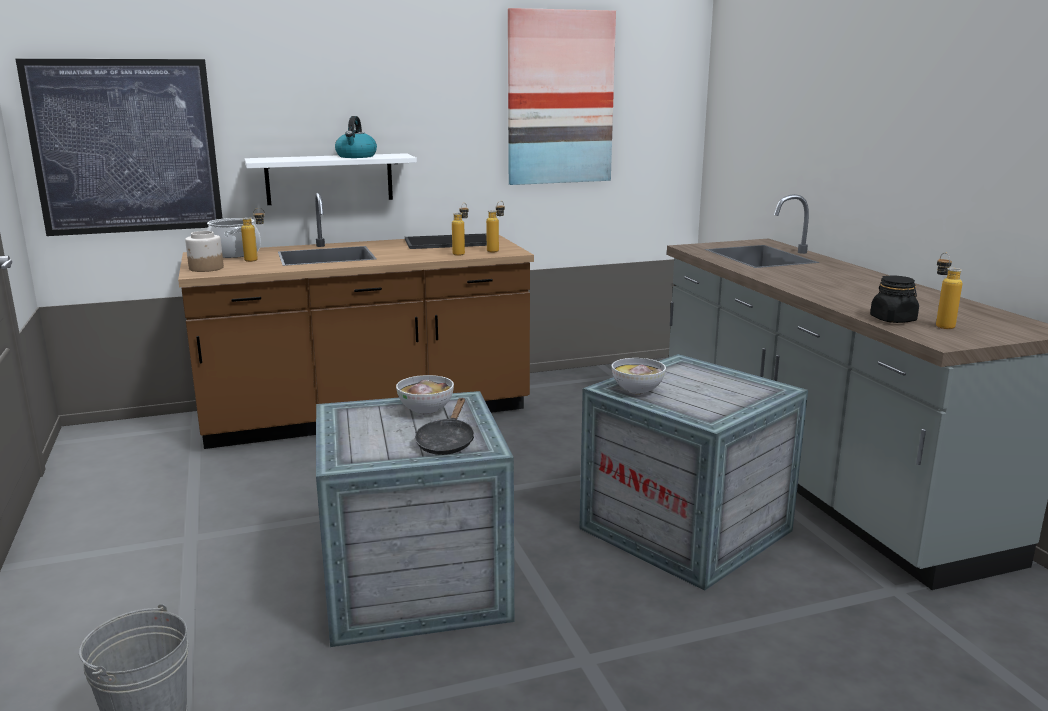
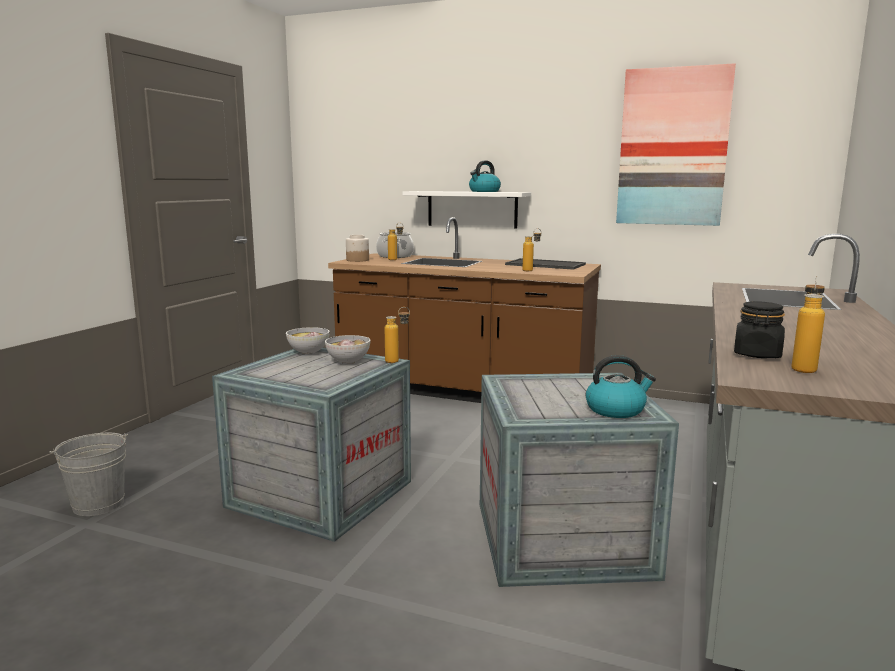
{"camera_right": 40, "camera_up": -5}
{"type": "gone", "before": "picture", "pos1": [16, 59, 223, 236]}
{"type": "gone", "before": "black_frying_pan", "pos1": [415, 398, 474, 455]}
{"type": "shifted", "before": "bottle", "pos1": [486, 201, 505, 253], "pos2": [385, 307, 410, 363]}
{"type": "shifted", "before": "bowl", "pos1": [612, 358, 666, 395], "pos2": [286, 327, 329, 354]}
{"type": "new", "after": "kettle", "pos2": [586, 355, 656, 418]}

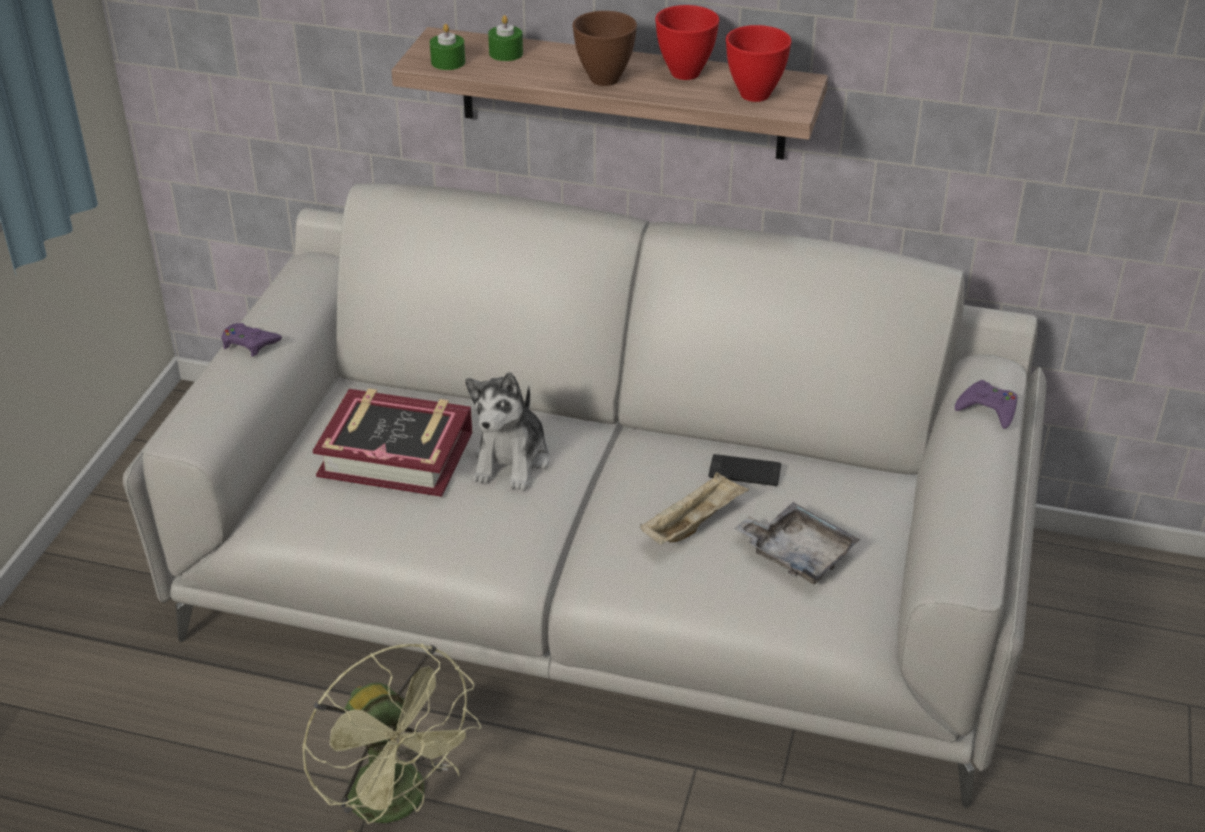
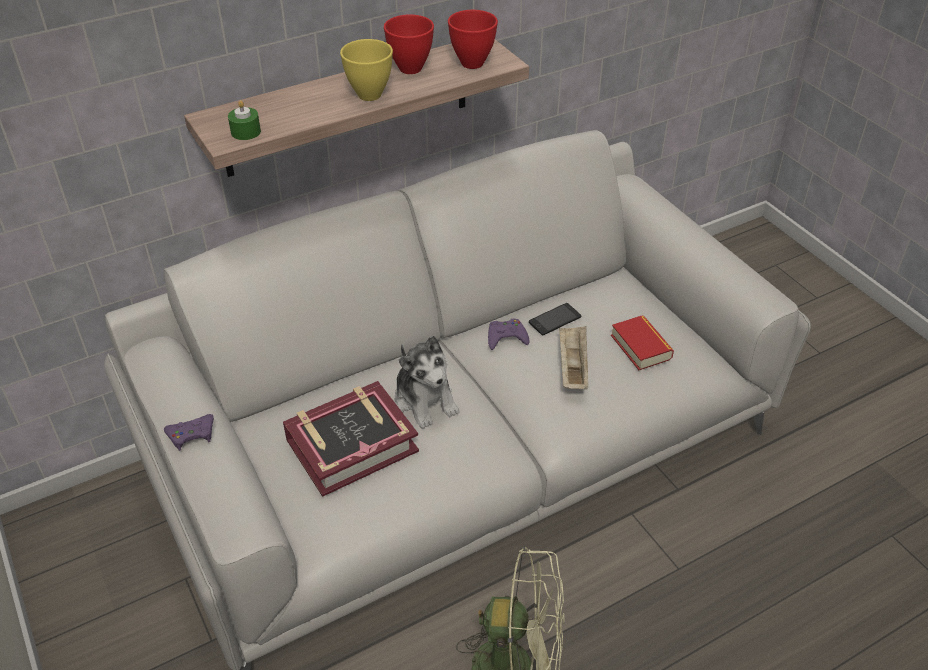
{"camera_right": -45, "camera_up": 5}
{"type": "gone", "before": "green_candle", "pos1": [488, 15, 523, 61]}
{"type": "repainted", "before": "brown_bowl", "after": "yellow_bowl", "pos1": [573, 11, 637, 86], "pos2": [340, 39, 393, 101]}
{"type": "swapped", "before": "grey_tray", "after": "book", "pos1": [734, 502, 860, 584], "pos2": [611, 315, 674, 370]}
{"type": "shifted", "before": "purple_game_controller", "pos1": [955, 380, 1017, 429], "pos2": [488, 319, 530, 350]}

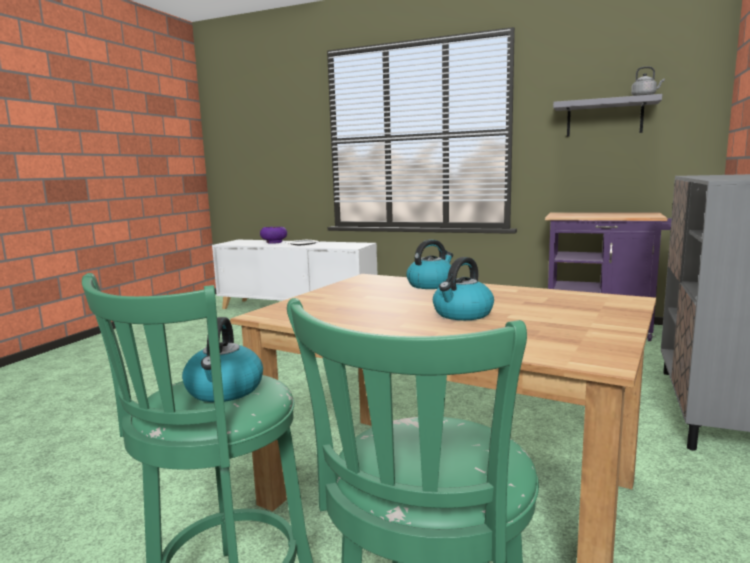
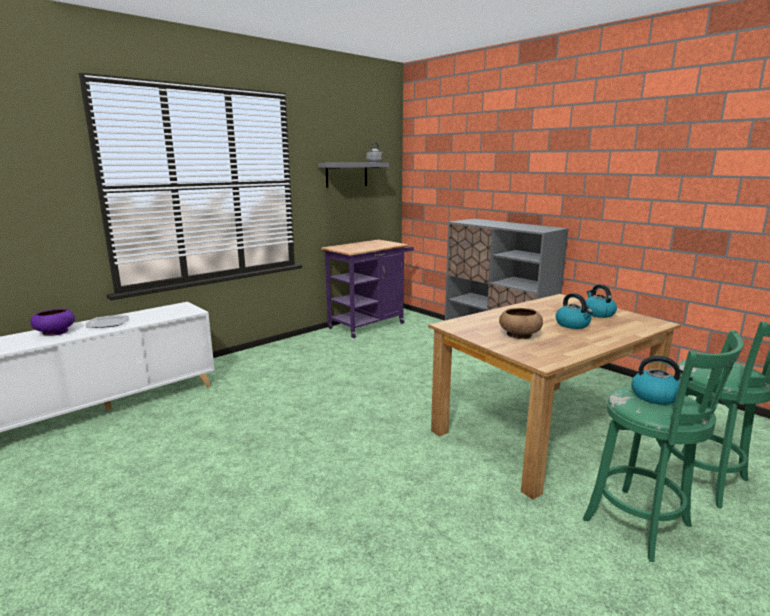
{"camera_right": -65, "camera_up": 5}
{"type": "shifted", "before": "kettle", "pos1": [406, 240, 453, 289], "pos2": [585, 284, 617, 318]}
{"type": "new", "after": "brown_bowl", "pos2": [499, 308, 543, 339]}

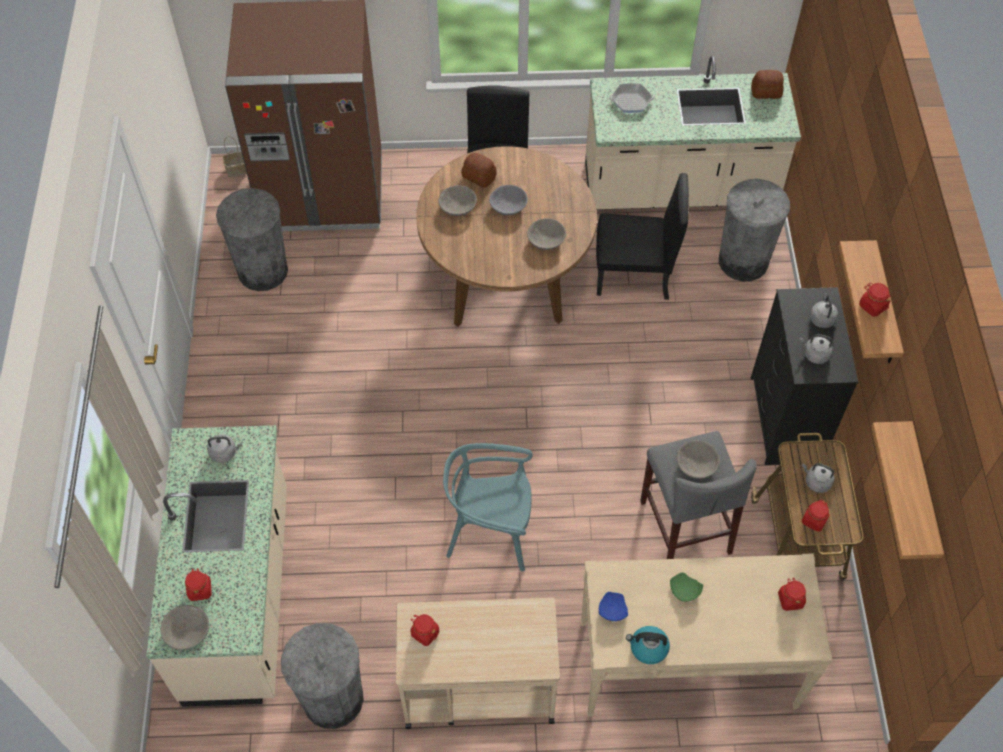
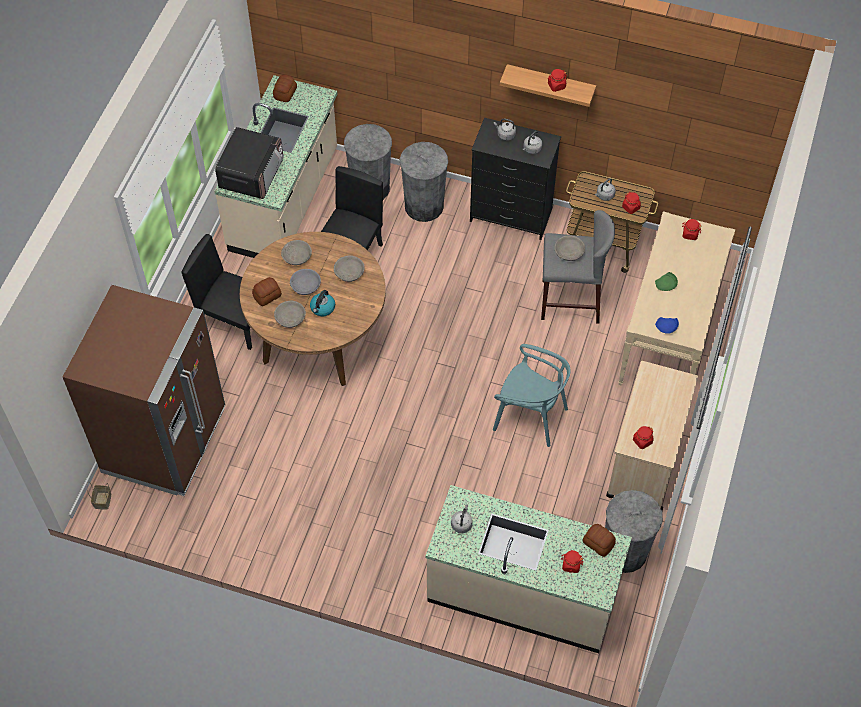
{"camera_right": -70, "camera_up": 0}
{"type": "shifted", "before": "grey_bowl", "pos1": [160, 605, 209, 650], "pos2": [281, 240, 312, 265]}
{"type": "shifted", "before": "grey_trash_can", "pos1": [216, 188, 288, 291], "pos2": [400, 142, 448, 222]}
{"type": "rotated", "before": "turquoise_chair", "pos1": [443, 443, 533, 571], "pos2": [493, 344, 571, 447], "turn": -90}
{"type": "swapped", "before": "frying_pan", "after": "microwave", "pos1": [609, 83, 655, 113], "pos2": [215, 127, 284, 199]}
{"type": "shifted", "before": "kettle", "pos1": [626, 626, 670, 664], "pos2": [310, 290, 335, 316]}
{"type": "gone", "before": "shelf", "pos1": [871, 421, 944, 559]}
{"type": "new", "after": "bread", "pos2": [583, 524, 616, 557]}

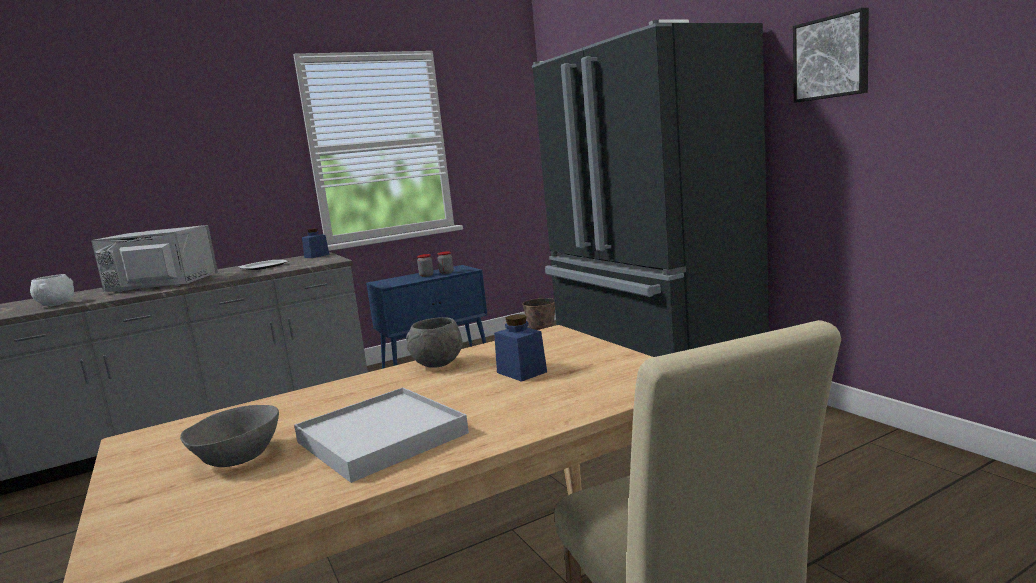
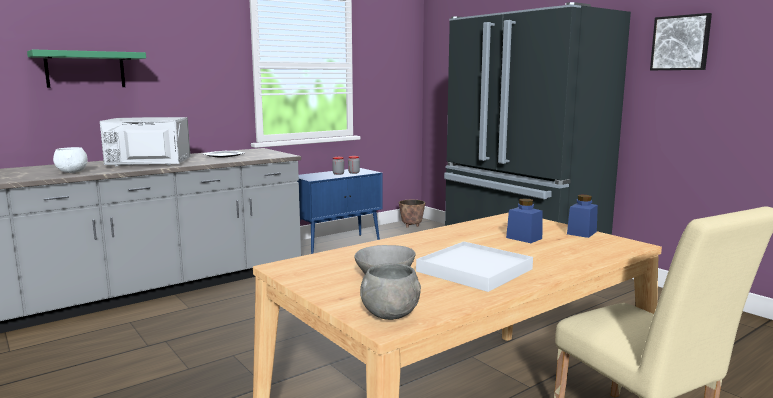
{"camera_right": -10, "camera_up": 0}
{"type": "shifted", "before": "blue_jar", "pos1": [302, 228, 330, 258], "pos2": [567, 195, 598, 238]}
{"type": "shifted", "before": "grey_bowl", "pos1": [406, 317, 463, 368], "pos2": [360, 263, 421, 320]}
{"type": "new", "after": "green_shelf", "pos2": [27, 49, 146, 88]}

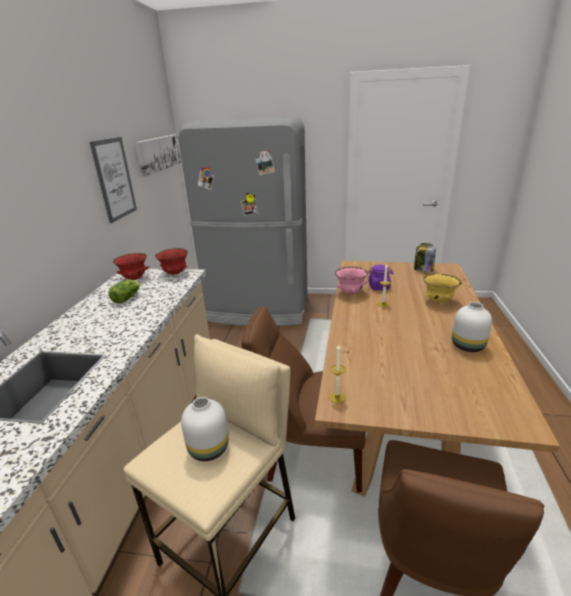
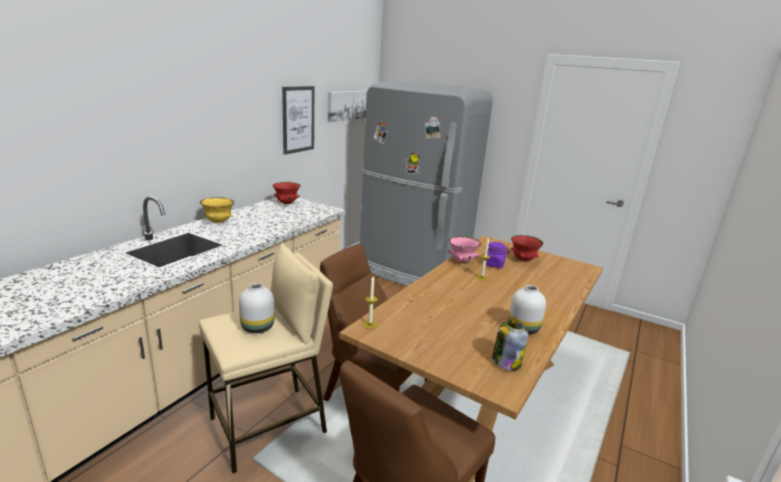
{"camera_right": 20, "camera_up": -5}
{"type": "gone", "before": "lettuce", "pos1": [108, 280, 140, 304]}
{"type": "shifted", "before": "red_bowl", "pos1": [155, 248, 188, 275], "pos2": [511, 235, 543, 261]}
{"type": "shifted", "before": "jar", "pos1": [414, 243, 436, 272], "pos2": [492, 320, 529, 371]}
{"type": "shifted", "before": "yellow_bowl", "pos1": [424, 274, 462, 303], "pos2": [200, 197, 234, 223]}

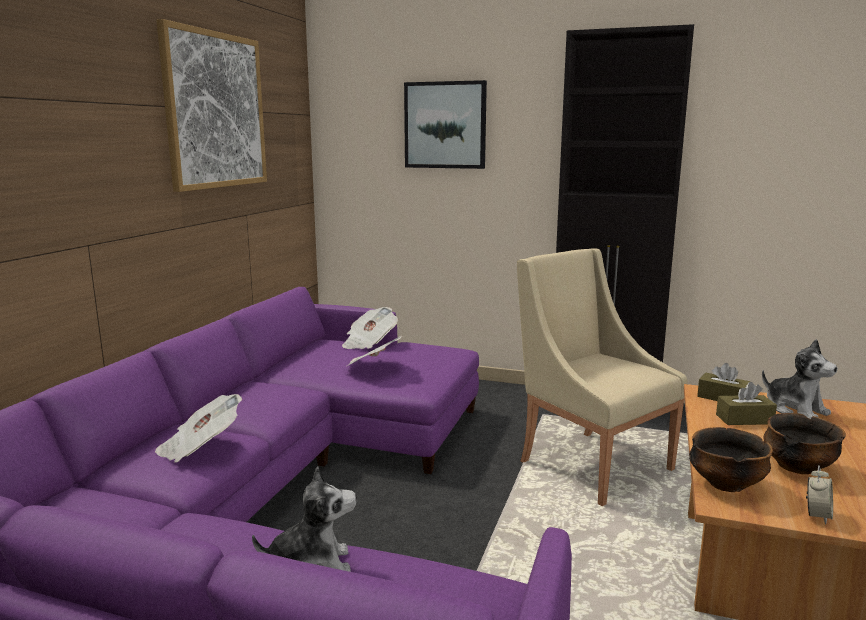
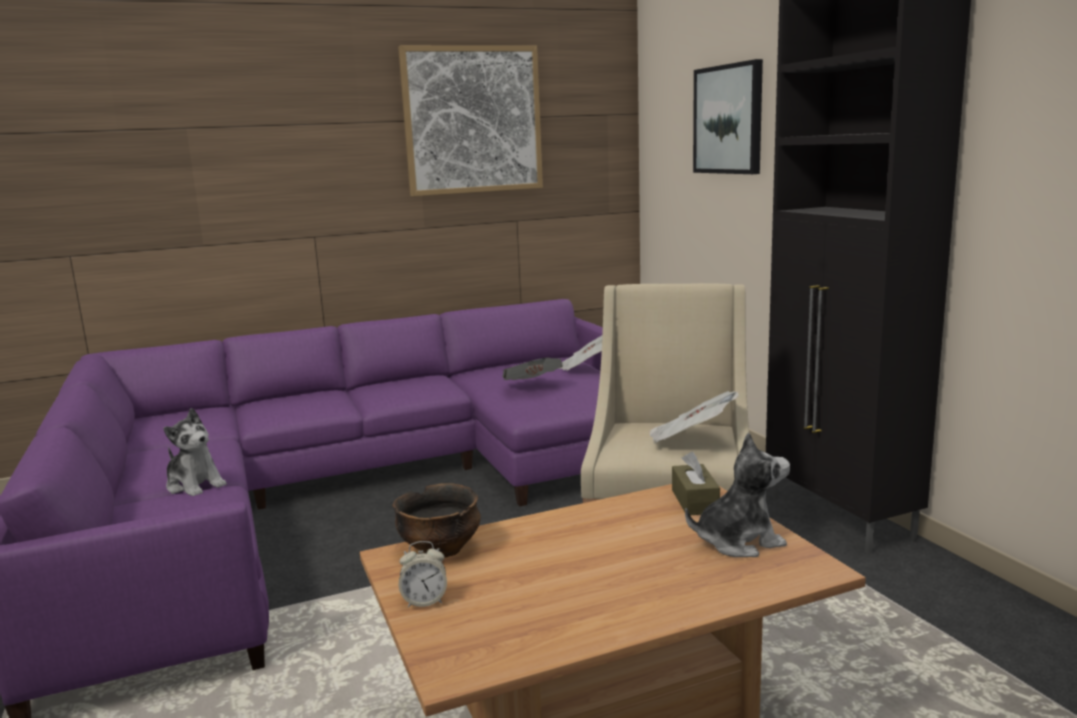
{"camera_right": 50, "camera_up": 0}
{"type": "shifted", "before": "newspaper", "pos1": [155, 394, 242, 463], "pos2": [649, 391, 738, 443]}
{"type": "gone", "before": "brown_tissue_box", "pos1": [716, 382, 777, 425]}
{"type": "rotated", "before": "plush_toy", "pos1": [762, 339, 838, 419], "pos2": [685, 432, 790, 557], "turn": -120}
{"type": "gone", "before": "bowl", "pos1": [764, 413, 846, 474]}

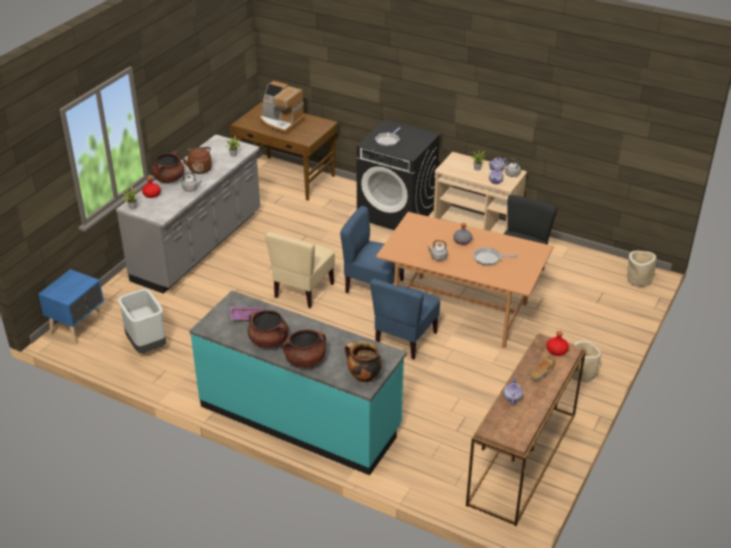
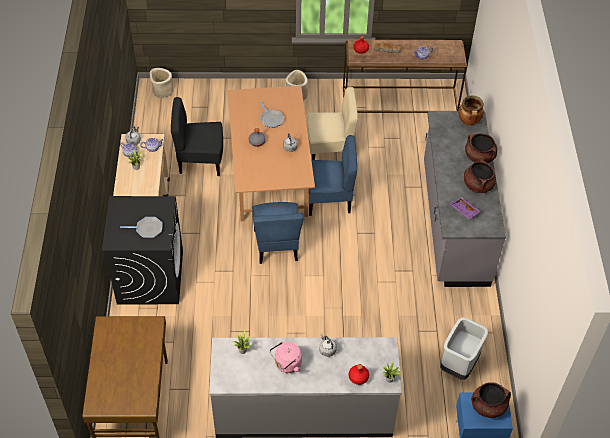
{"camera_right": -120, "camera_up": 15}
{"type": "shifted", "before": "brown_cooking_pot", "pos1": [151, 151, 184, 183], "pos2": [471, 382, 511, 418]}
{"type": "repainted", "before": "brown_kettle", "after": "pink_kettle", "pos1": [182, 147, 212, 174], "pos2": [270, 342, 302, 373]}
{"type": "repainted", "before": "turquoise_counter", "after": "grey_counter", "pos1": [190, 291, 407, 475], "pos2": [424, 111, 506, 287]}
{"type": "gone", "before": "coffee_machine", "pos1": [259, 81, 305, 135]}
{"type": "shifted", "before": "beige_chair", "pos1": [265, 232, 335, 308], "pos2": [307, 87, 358, 160]}

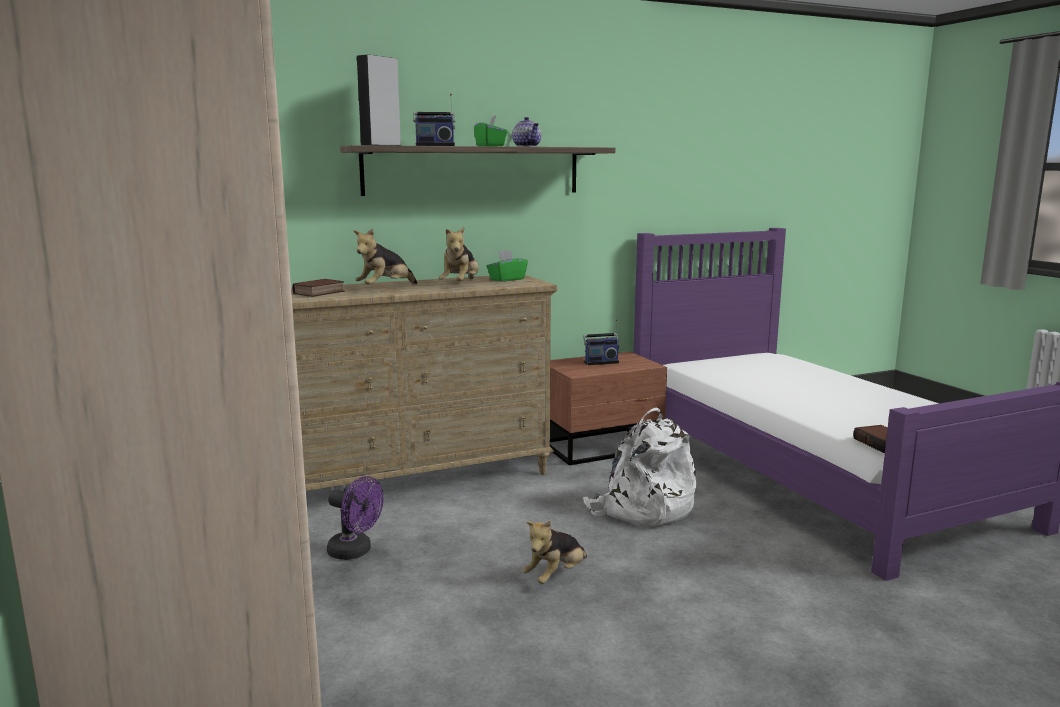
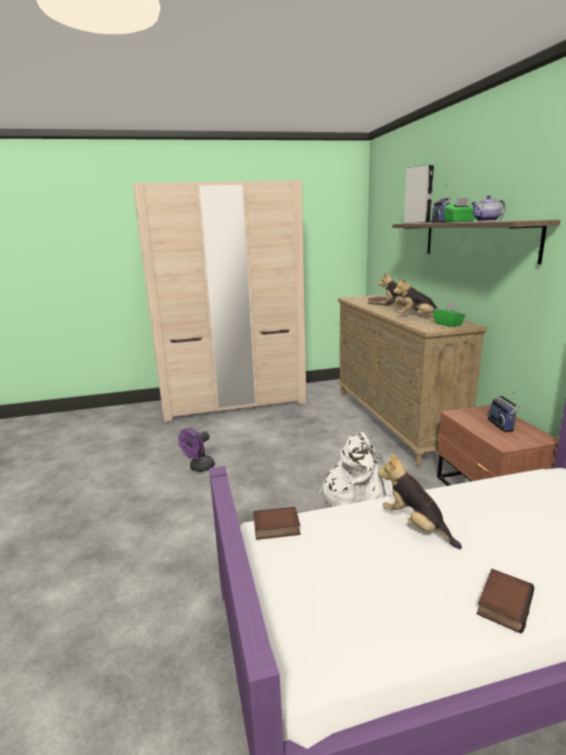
{"camera_right": 100, "camera_up": 5}
{"type": "shifted", "before": "purple_fan", "pos1": [327, 476, 383, 560], "pos2": [178, 428, 215, 472]}
{"type": "shifted", "before": "plush_toy", "pos1": [522, 520, 587, 584], "pos2": [378, 452, 462, 549]}
{"type": "new", "after": "book", "pos2": [477, 569, 534, 633]}

